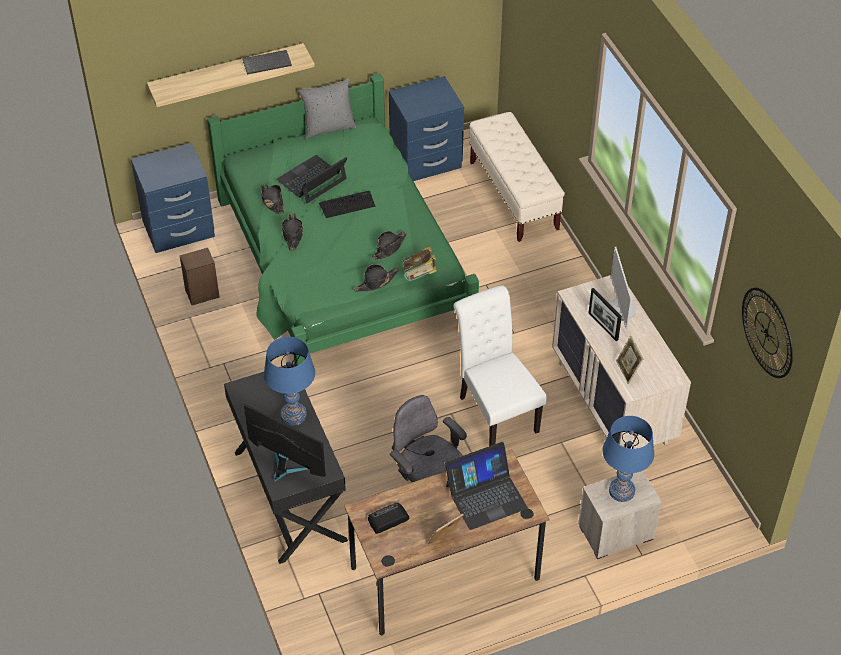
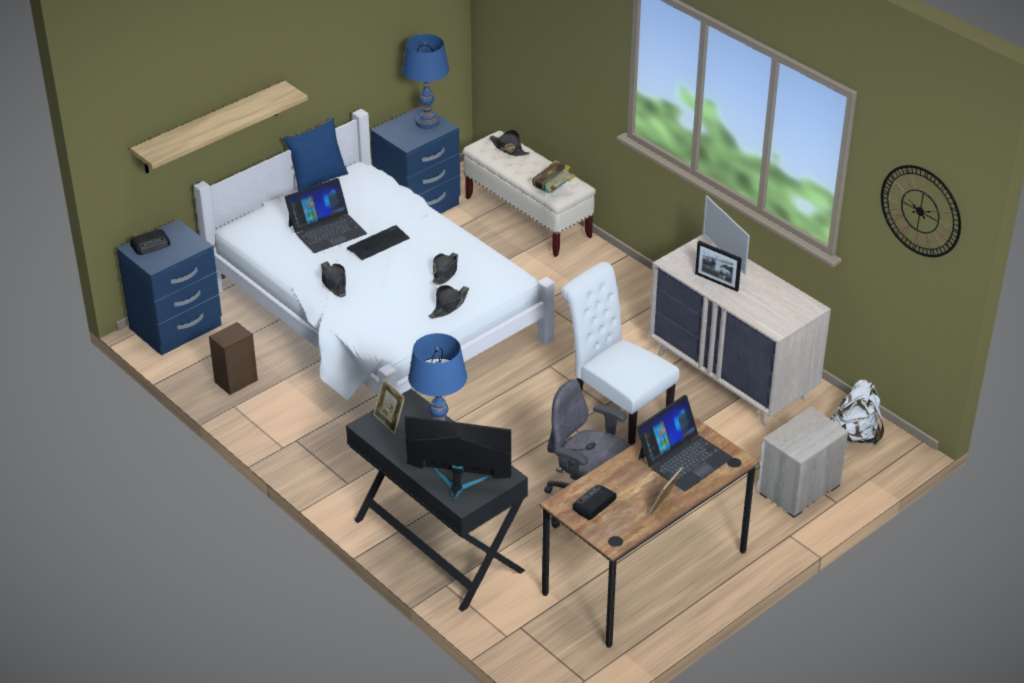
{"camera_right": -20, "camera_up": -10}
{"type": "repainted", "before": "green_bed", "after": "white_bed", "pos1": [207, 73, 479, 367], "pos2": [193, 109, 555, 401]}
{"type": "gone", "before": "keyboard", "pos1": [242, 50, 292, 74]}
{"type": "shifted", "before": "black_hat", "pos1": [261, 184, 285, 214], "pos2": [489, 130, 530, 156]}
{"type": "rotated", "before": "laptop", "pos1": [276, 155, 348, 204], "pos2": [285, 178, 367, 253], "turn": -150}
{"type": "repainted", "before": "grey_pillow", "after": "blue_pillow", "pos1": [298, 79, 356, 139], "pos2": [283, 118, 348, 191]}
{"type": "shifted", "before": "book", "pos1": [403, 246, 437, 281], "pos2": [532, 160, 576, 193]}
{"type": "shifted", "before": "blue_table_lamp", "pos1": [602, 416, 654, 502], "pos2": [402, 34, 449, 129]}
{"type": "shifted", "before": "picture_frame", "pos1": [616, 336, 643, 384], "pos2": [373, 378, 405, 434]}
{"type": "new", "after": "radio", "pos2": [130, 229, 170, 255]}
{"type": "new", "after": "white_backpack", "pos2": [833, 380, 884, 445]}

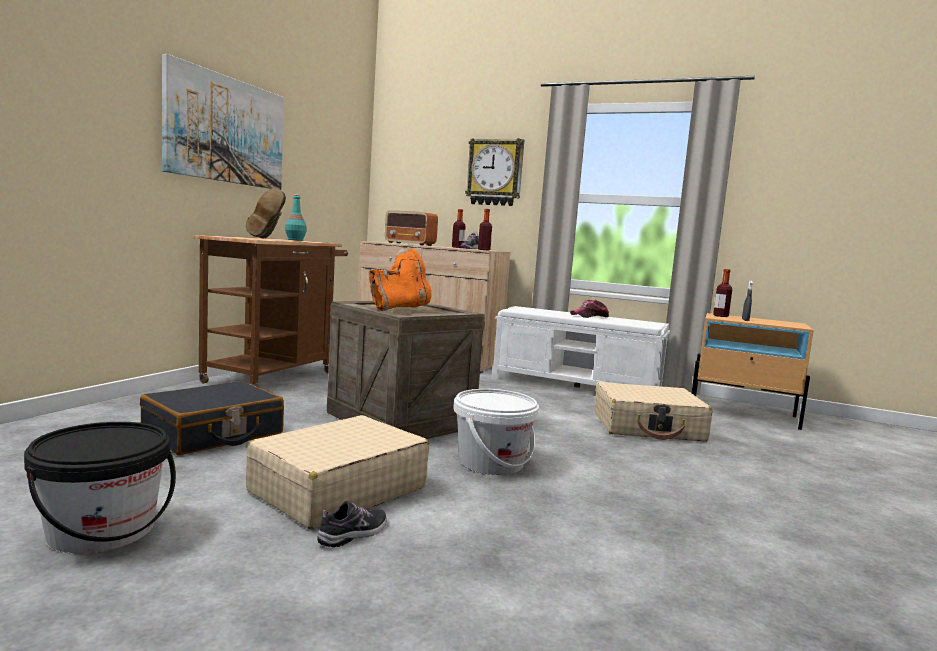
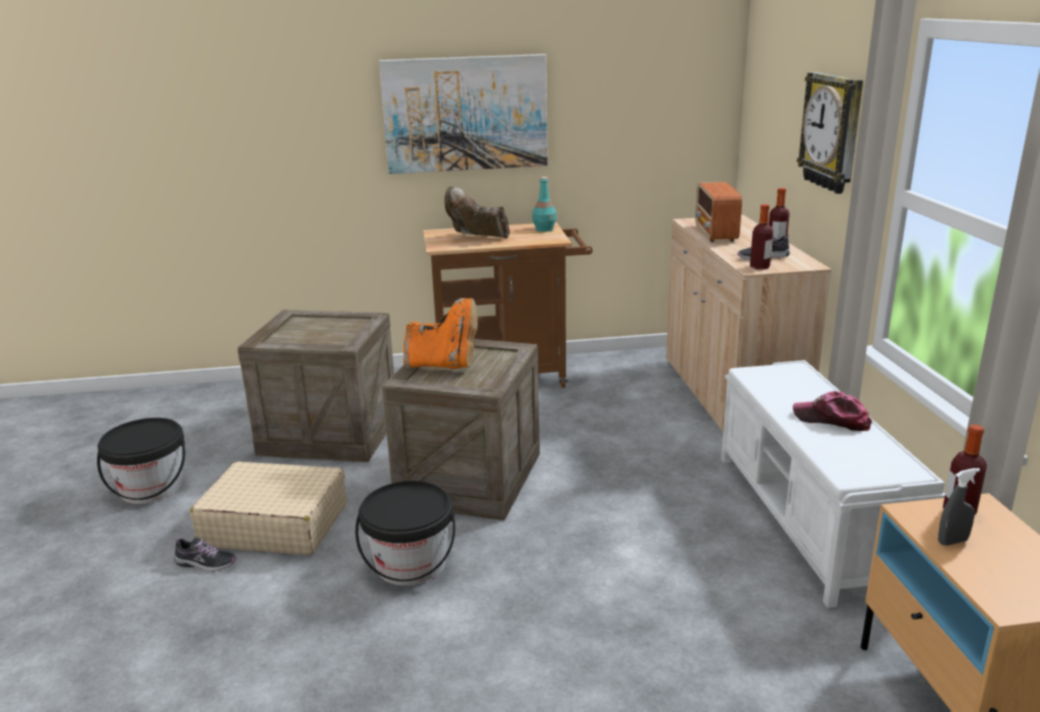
{"camera_right": 60, "camera_up": 15}
{"type": "swapped", "before": "black_suitcase", "after": "crate", "pos1": [140, 381, 284, 455], "pos2": [237, 310, 394, 462]}
{"type": "rotated", "before": "brown_boot", "pos1": [246, 188, 286, 239], "pos2": [445, 186, 510, 239], "turn": 60}
{"type": "repainted", "before": "white_bucket", "after": "black_bucket", "pos1": [453, 389, 539, 475], "pos2": [355, 481, 455, 586]}
{"type": "gone", "before": "beige_suitcase", "pos1": [594, 382, 712, 442]}

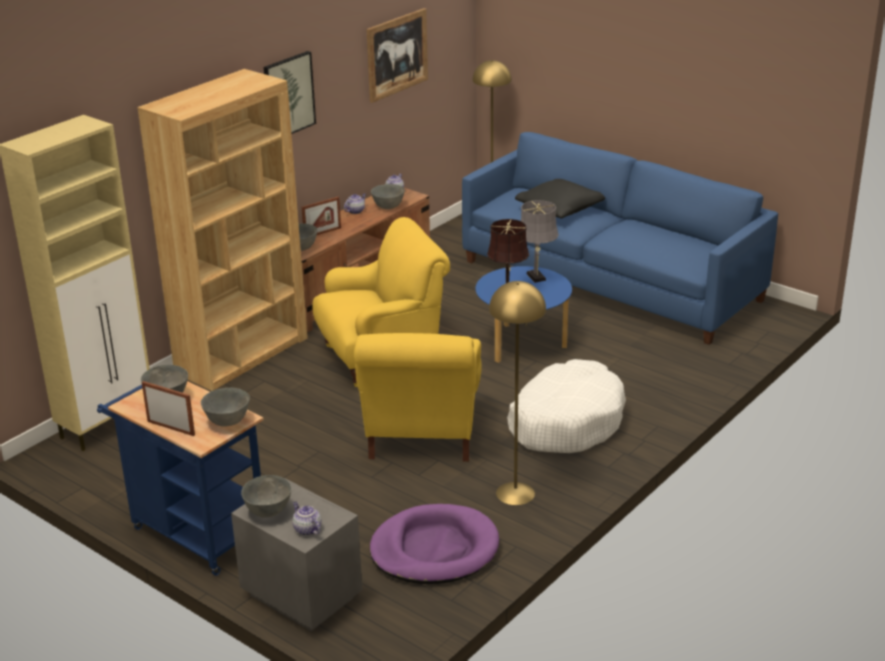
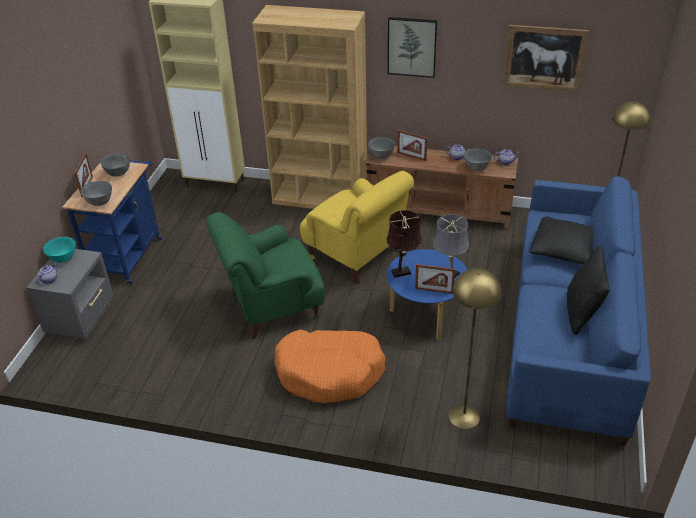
{"camera_right": 65, "camera_up": 10}
{"type": "repainted", "before": "grey_bowl", "after": "turquoise_bowl", "pos1": [241, 475, 292, 518], "pos2": [43, 237, 76, 263]}
{"type": "repainted", "before": "yellow_armchair", "after": "green_armchair", "pos1": [354, 333, 482, 462], "pos2": [206, 212, 325, 339]}
{"type": "gone", "before": "purple_dog_bed", "pos1": [370, 504, 499, 584]}
{"type": "shifted", "before": "yellow_floor_lamp", "pos1": [489, 281, 546, 505], "pos2": [449, 268, 501, 429]}
{"type": "repainted", "before": "white_dog_bed", "after": "orange_dog_bed", "pos1": [507, 359, 626, 453], "pos2": [275, 329, 386, 403]}
{"type": "new", "after": "picture_frame", "pos2": [415, 264, 455, 294]}
{"type": "new", "after": "black_pillow", "pos2": [567, 246, 610, 335]}

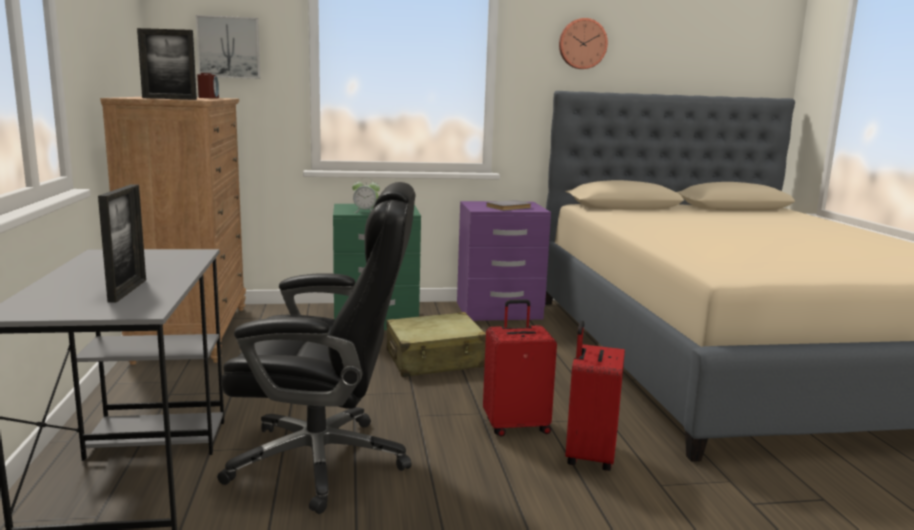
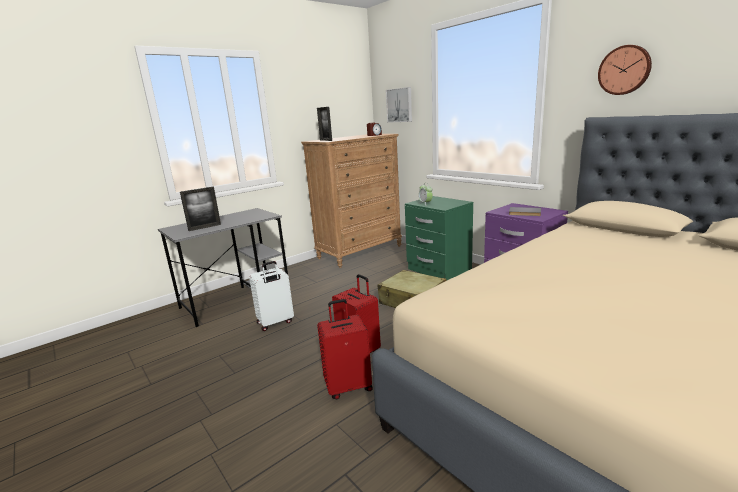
{"camera_right": 60, "camera_up": 5}
{"type": "swapped", "before": "black_office_chair", "after": "white_suitcase", "pos1": [217, 182, 415, 514], "pos2": [249, 261, 294, 331]}

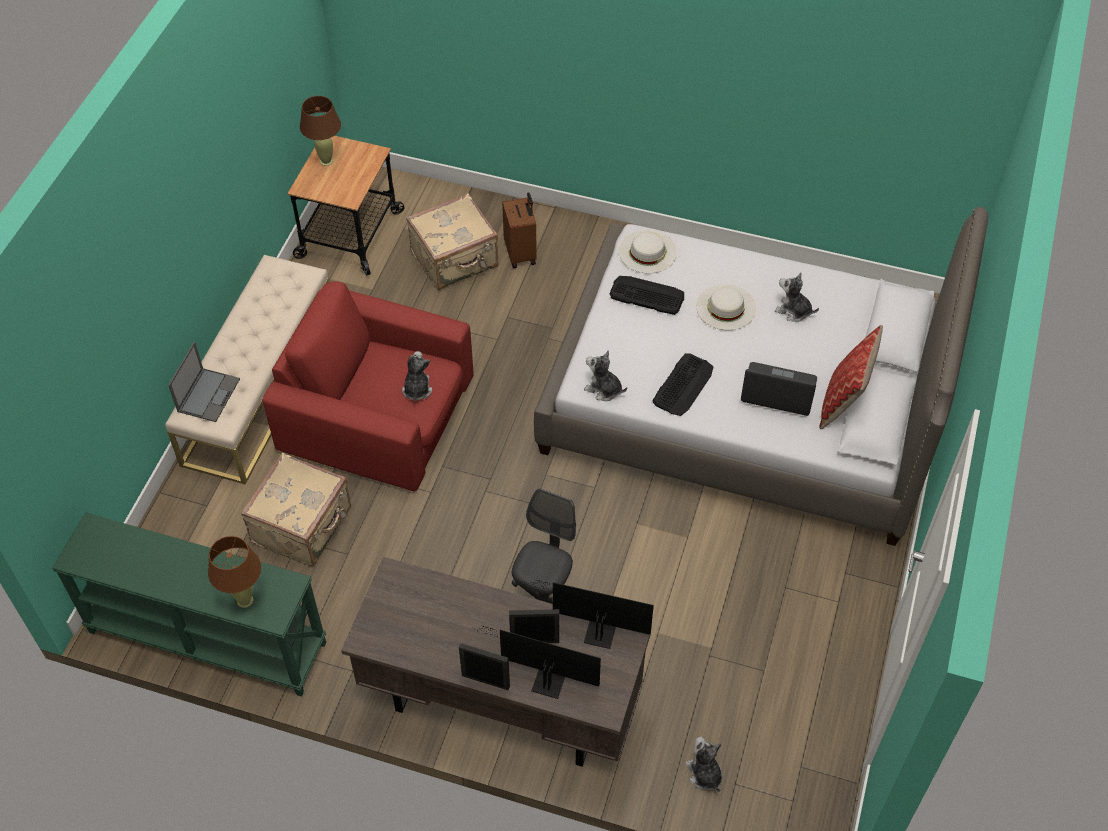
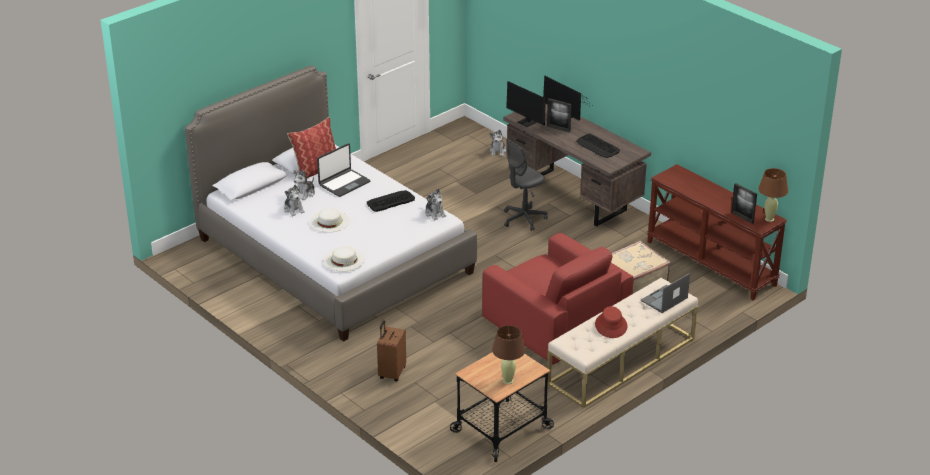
{"camera_right": -150, "camera_up": -20}
{"type": "repainted", "before": "green_console_table", "after": "brown_console_table", "pos1": [52, 512, 326, 697], "pos2": [647, 164, 787, 300]}
{"type": "shifted", "before": "brown_table_lamp", "pos1": [208, 536, 261, 608], "pos2": [758, 168, 788, 222]}
{"type": "shifted", "before": "plush_toy", "pos1": [402, 351, 432, 401], "pos2": [294, 170, 315, 200]}
{"type": "gone", "before": "beige_suitcase", "pos1": [406, 193, 498, 290]}
{"type": "shifted", "before": "picture_frame", "pos1": [459, 643, 510, 690], "pos2": [731, 183, 757, 224]}
{"type": "shifted", "before": "keyboard", "pos1": [610, 276, 684, 315], "pos2": [576, 133, 620, 158]}
{"type": "rotated", "before": "laptop", "pos1": [741, 362, 817, 416], "pos2": [317, 143, 371, 197], "turn": -90}
{"type": "new", "after": "red_hat", "pos2": [595, 306, 627, 338]}

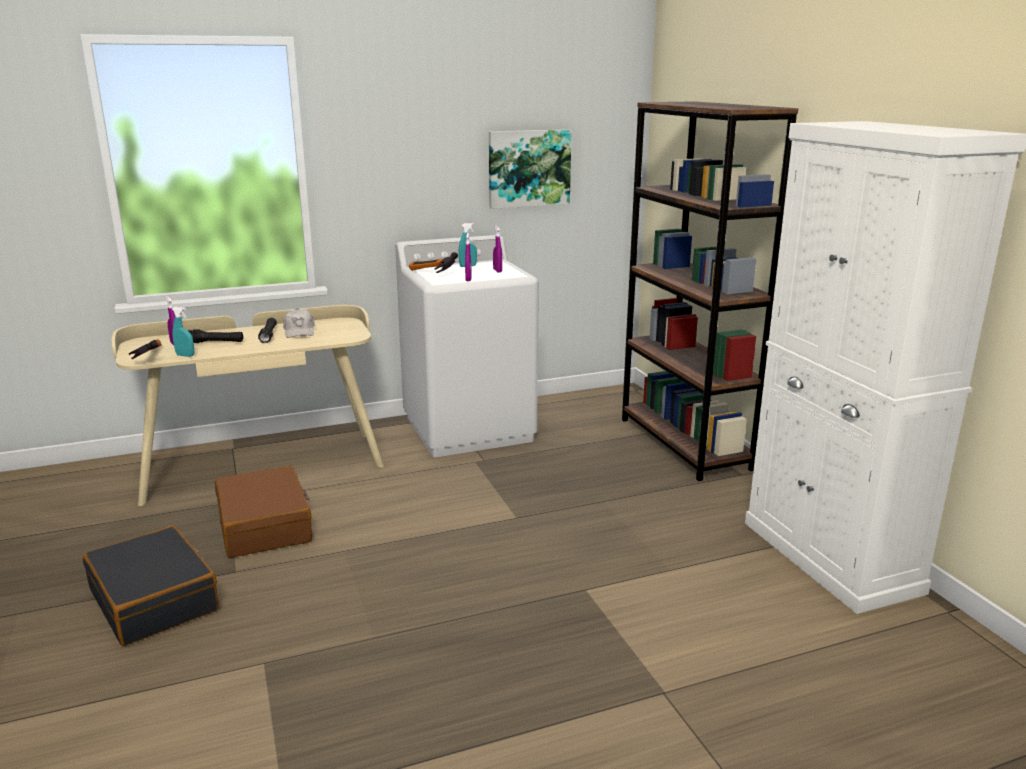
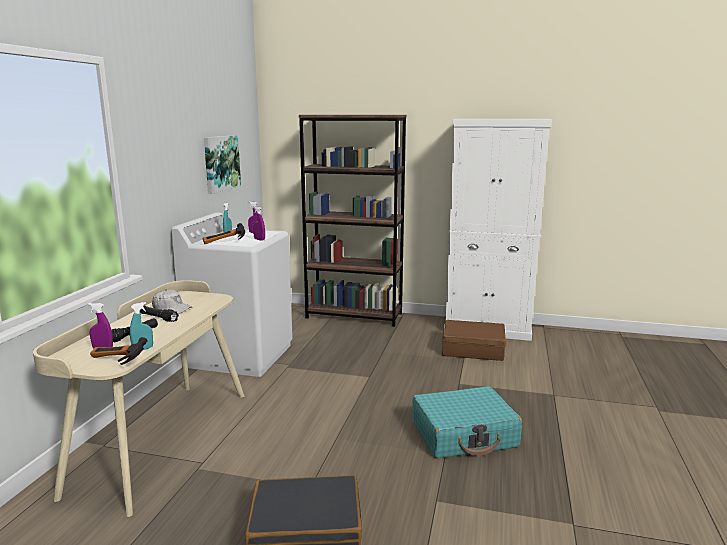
{"camera_right": -55, "camera_up": -5}
{"type": "shifted", "before": "brown_suitcase", "pos1": [215, 466, 312, 558], "pos2": [442, 320, 506, 361]}
{"type": "new", "after": "turquoise_suitcase", "pos2": [412, 386, 522, 458]}

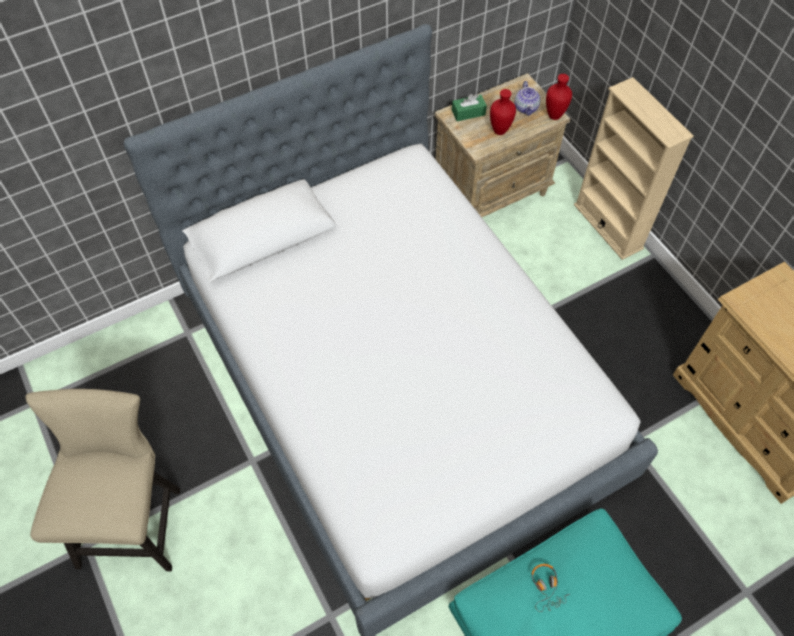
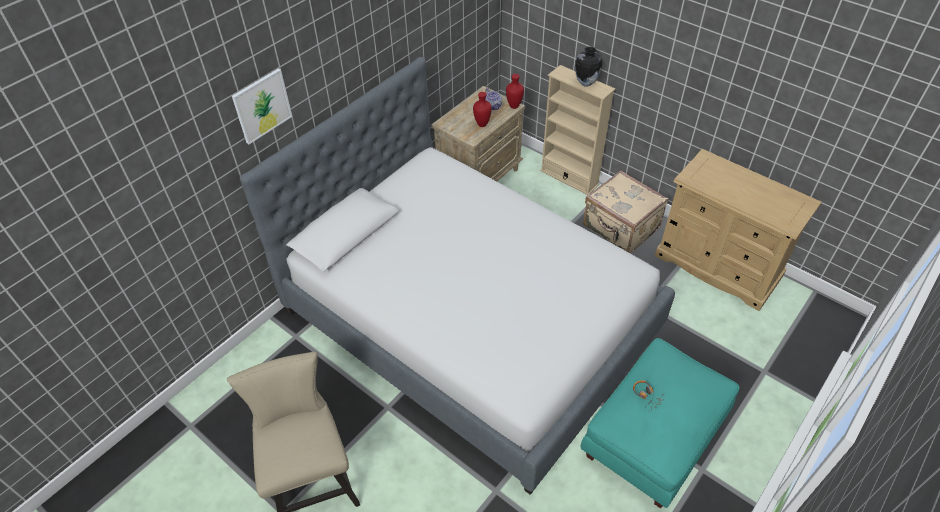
{"camera_right": -20, "camera_up": -10}
{"type": "gone", "before": "green_tissue_box", "pos1": [452, 94, 487, 121]}
{"type": "new", "after": "picture", "pos2": [232, 69, 292, 144]}
{"type": "new", "after": "vase", "pos2": [575, 47, 602, 87]}
{"type": "new", "after": "beige_suitcase", "pos2": [583, 170, 668, 253]}

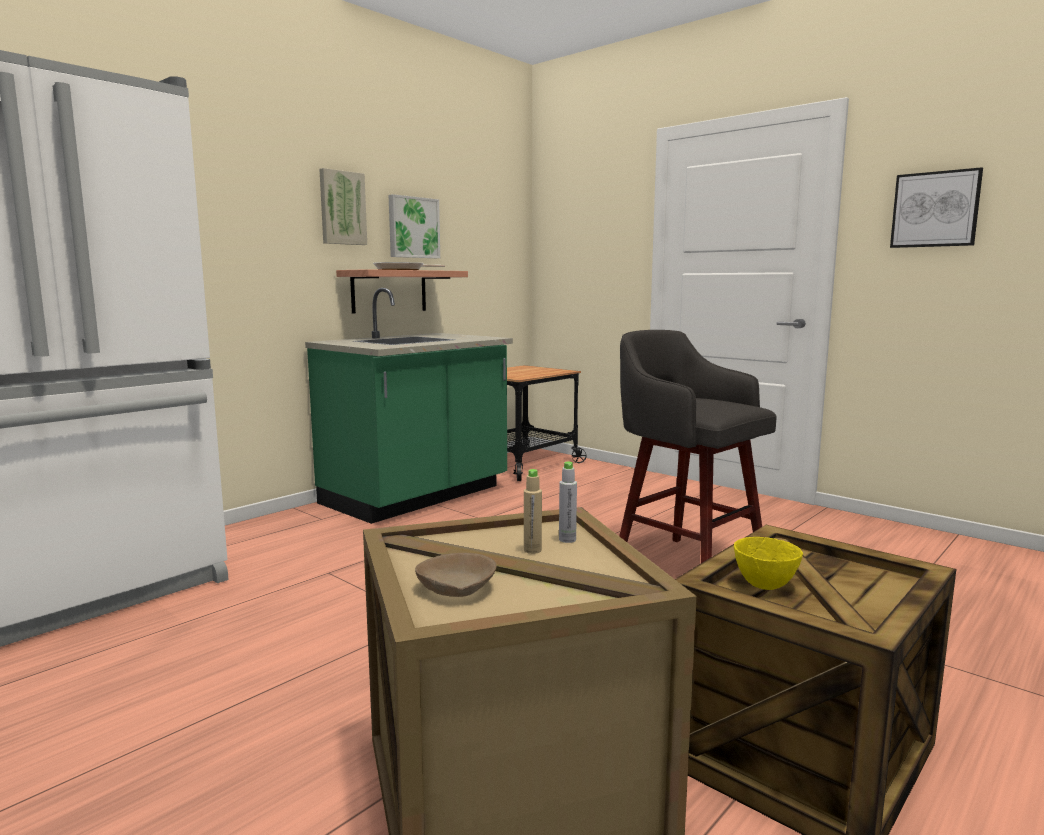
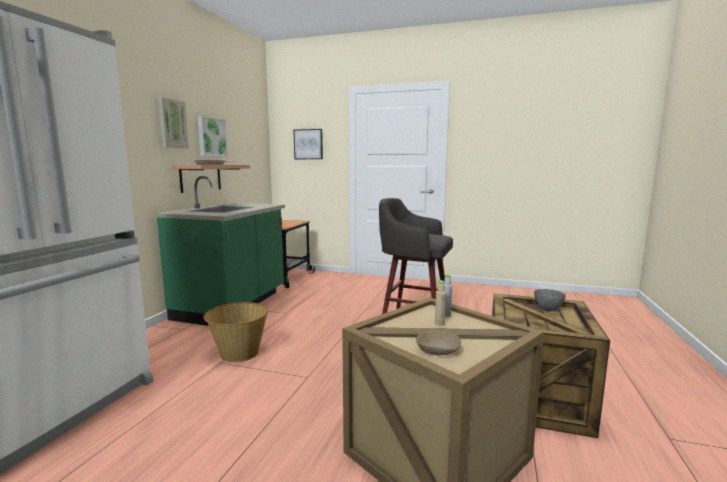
{"camera_right": -25, "camera_up": 0}
{"type": "gone", "before": "yellow_bowl", "pos1": [734, 537, 803, 590]}
{"type": "shifted", "before": "picture", "pos1": [890, 167, 983, 248], "pos2": [294, 129, 323, 159]}
{"type": "new", "after": "basket", "pos2": [203, 302, 268, 362]}
{"type": "new", "after": "grey_bowl", "pos2": [534, 289, 566, 311]}

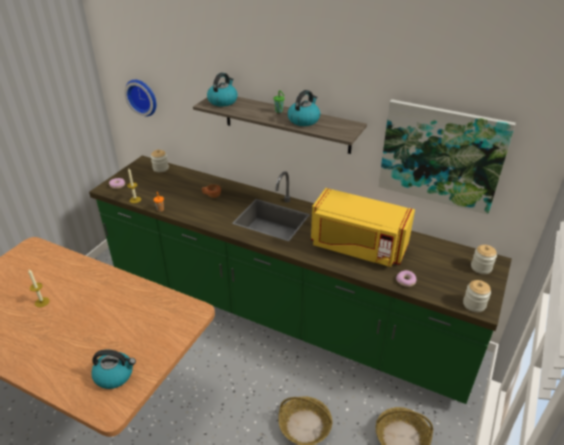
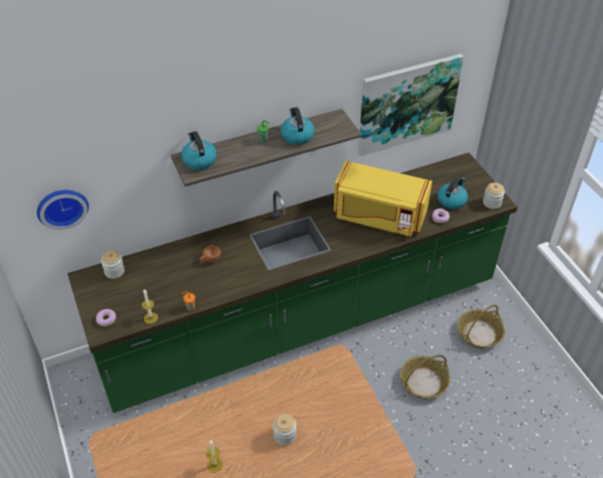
{"camera_right": -50, "camera_up": 10}
{"type": "shifted", "before": "kettle", "pos1": [91, 350, 136, 389], "pos2": [437, 177, 468, 209]}
{"type": "rotated", "before": "yellow_microwave", "pos1": [311, 188, 415, 267], "pos2": [334, 161, 432, 236], "turn": 45}
{"type": "shifted", "before": "jar", "pos1": [471, 245, 497, 274], "pos2": [273, 414, 297, 446]}

